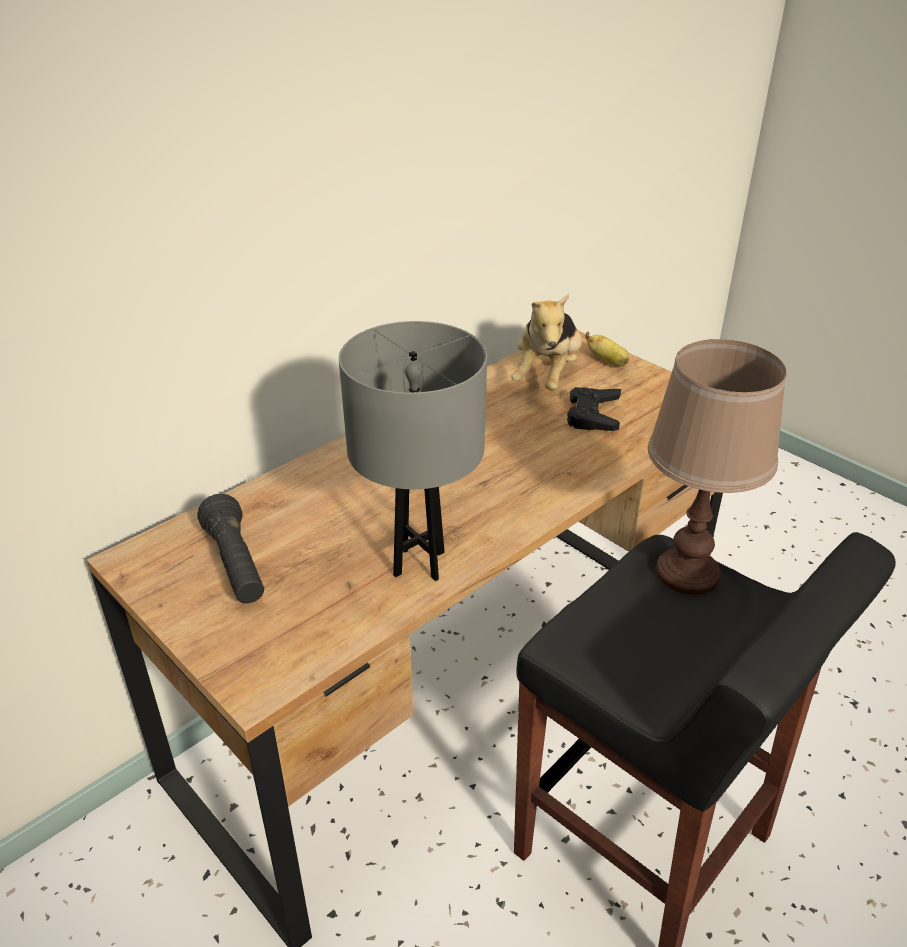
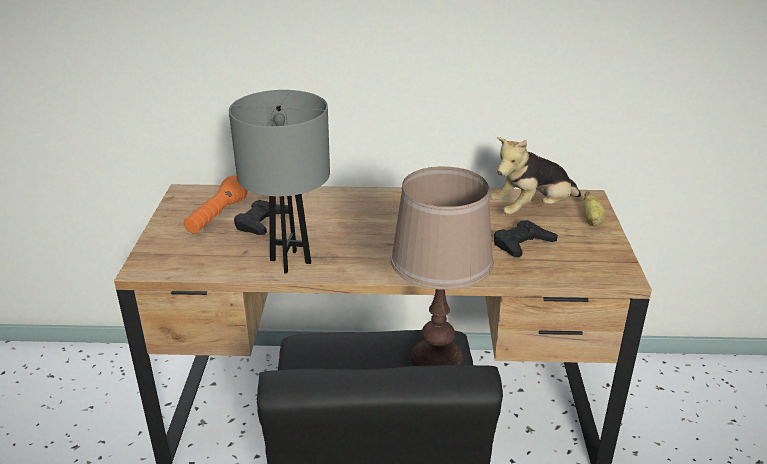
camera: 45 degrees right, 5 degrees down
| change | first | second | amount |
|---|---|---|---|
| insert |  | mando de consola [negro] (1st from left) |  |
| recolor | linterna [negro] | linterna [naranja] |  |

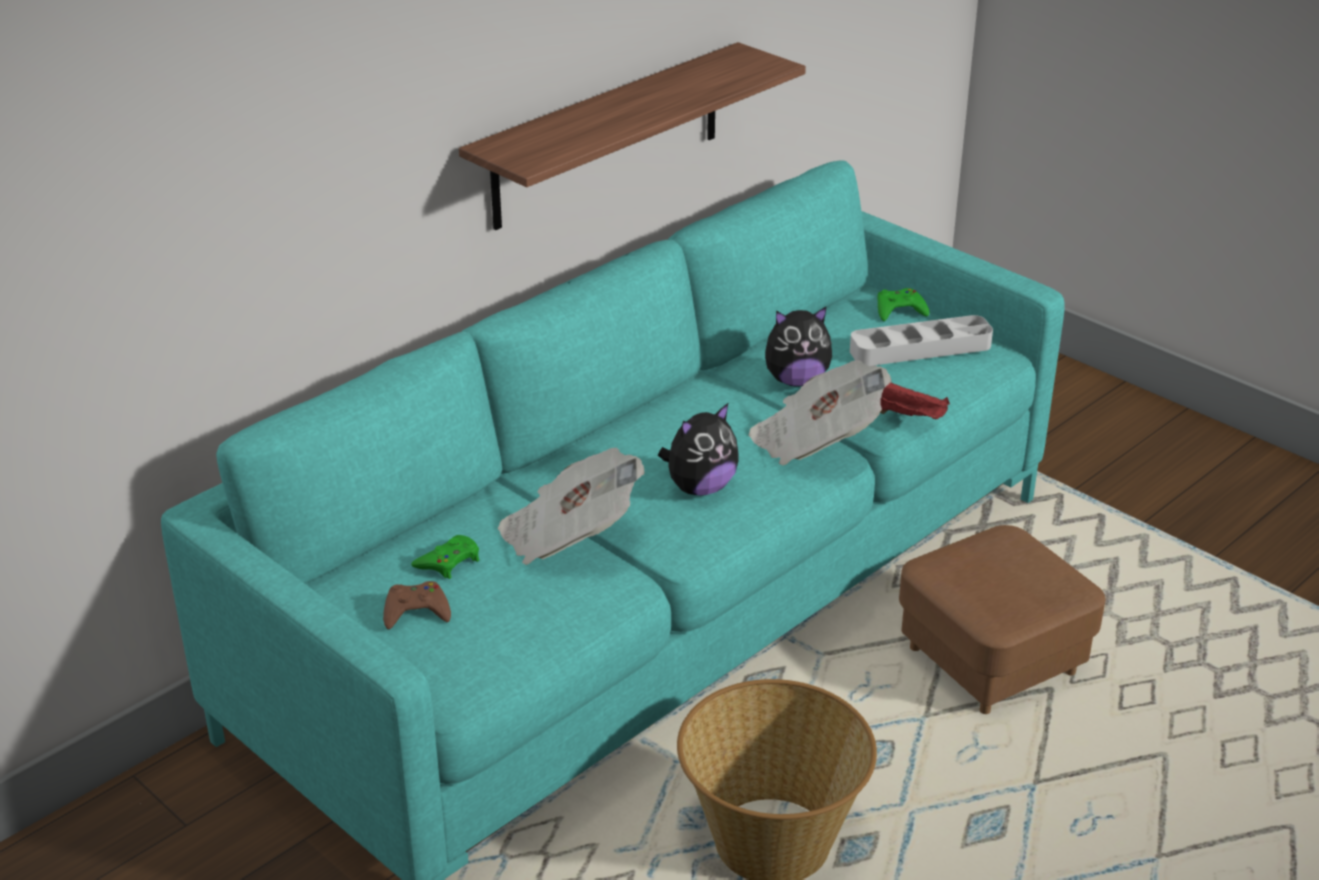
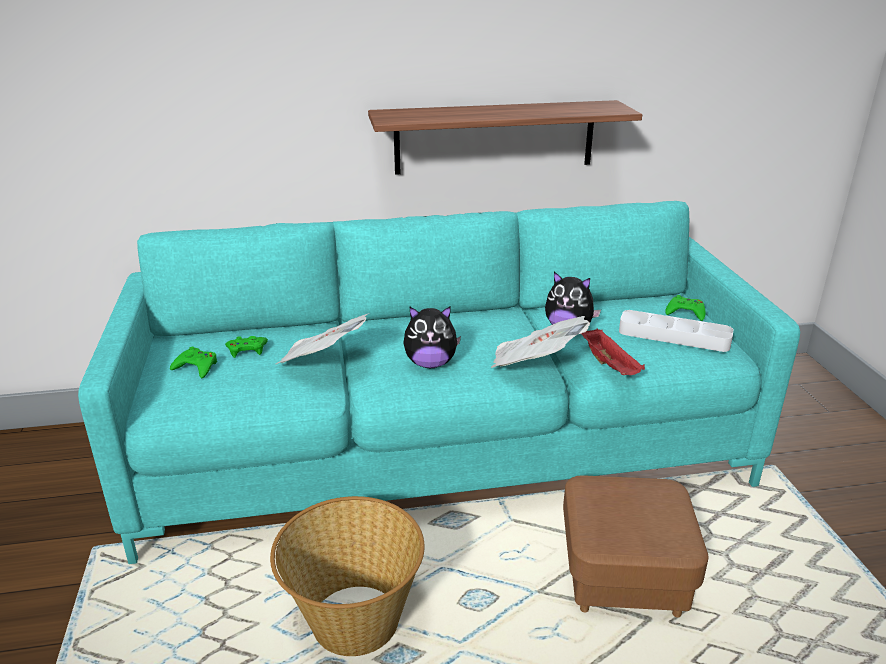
camera: 35 degrees right, 5 degrees down
| change | first | second | amount |
|---|---|---|---|
| recolor | mando de consola [marrón] | mando de consola [verde] (1st from left) |  |

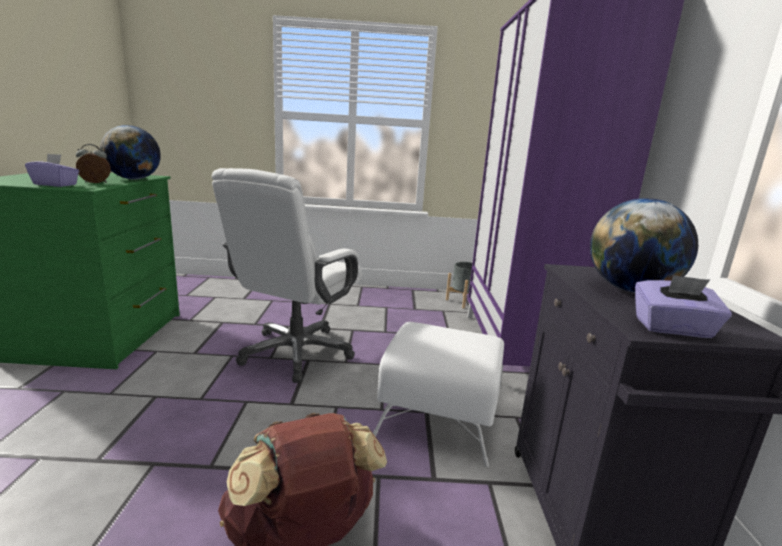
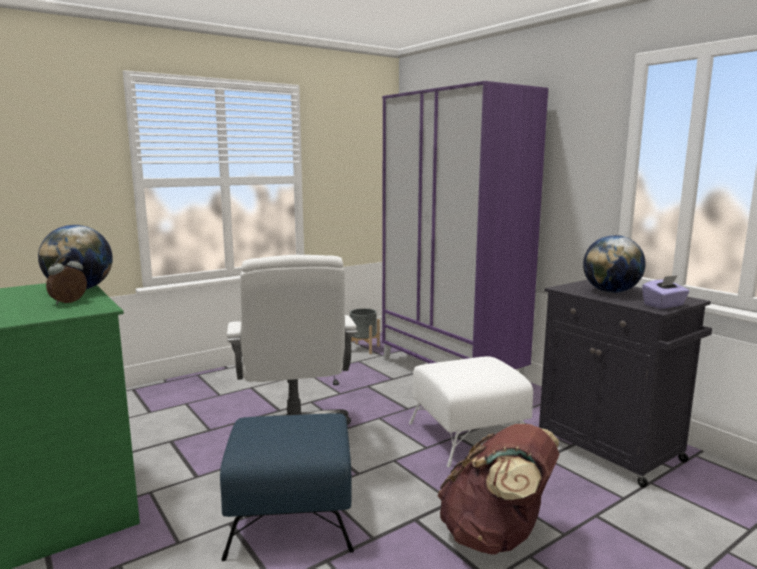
camera: 35 degrees left, 5 degrees down
| change | first | second | amount |
|---|---|---|---|
| delete | caja de pañuelos [morado] (1st from left) |  |  |
| insert |  | puf [azul] |  |

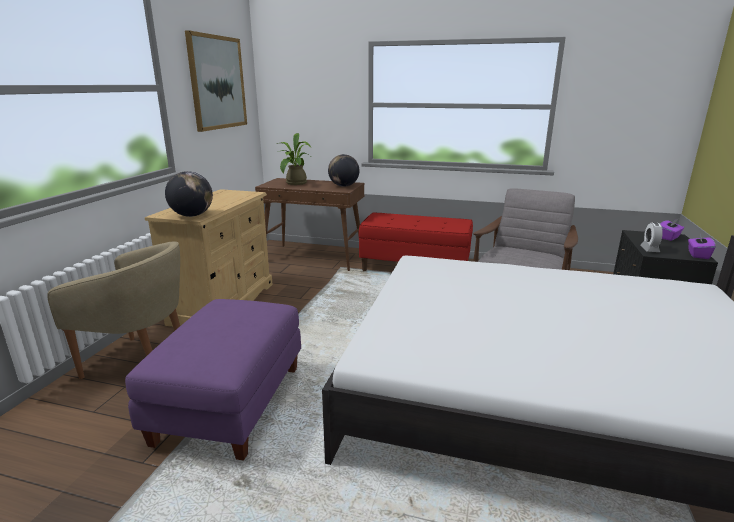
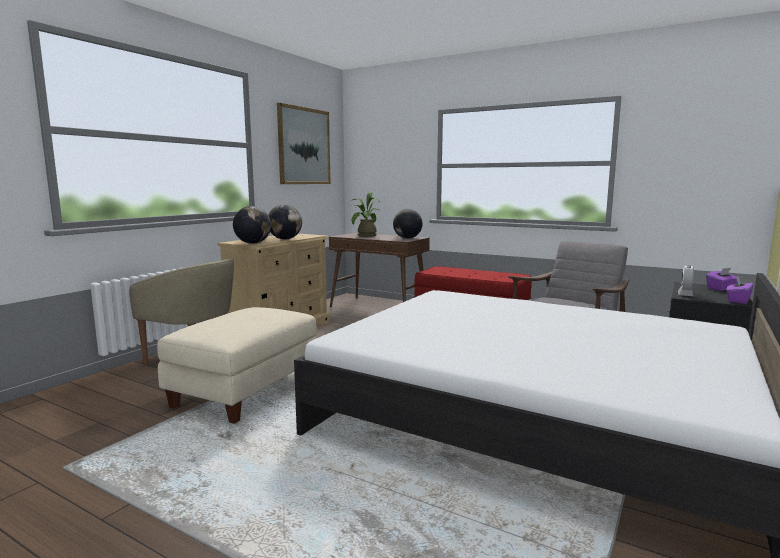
camera: 15 degrees right, 10 degrees down
| change | first | second | amount |
|---|---|---|---|
| insert |  | globo terráqueo (2nd from left) |  |
| recolor | puf [morado] | puf [beis] |  |

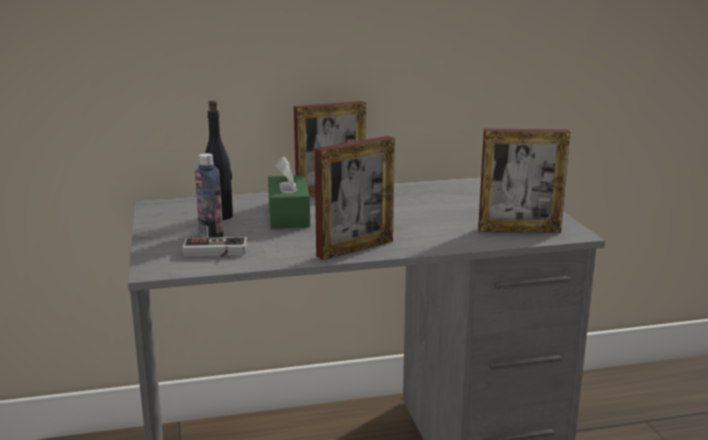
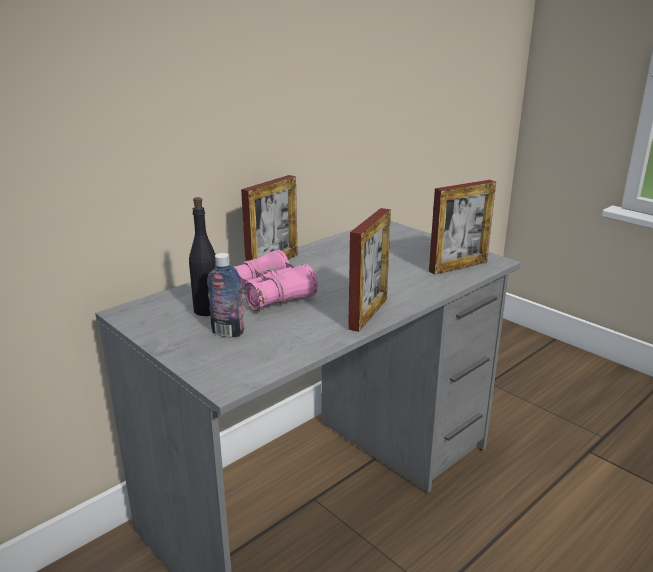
camera: 30 degrees left, 5 degrees up
| change | first | second | amount |
|---|---|---|---|
| delete | mando de consola |  |  |
| replace | caja de pañuelos [verde] | prismáticos [rosa] |  |

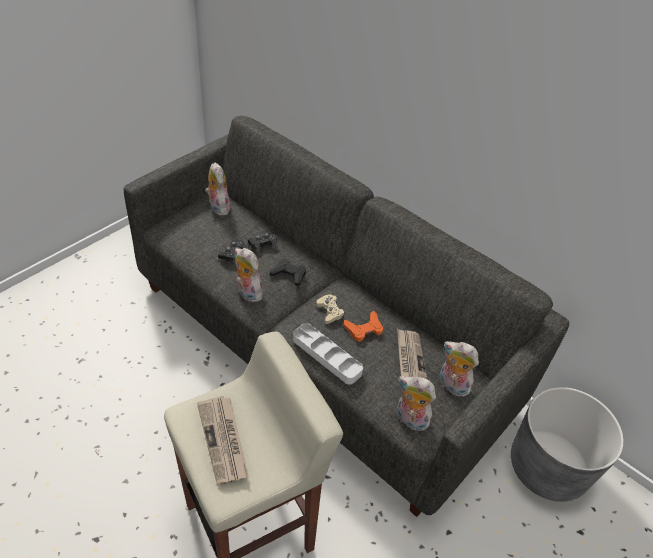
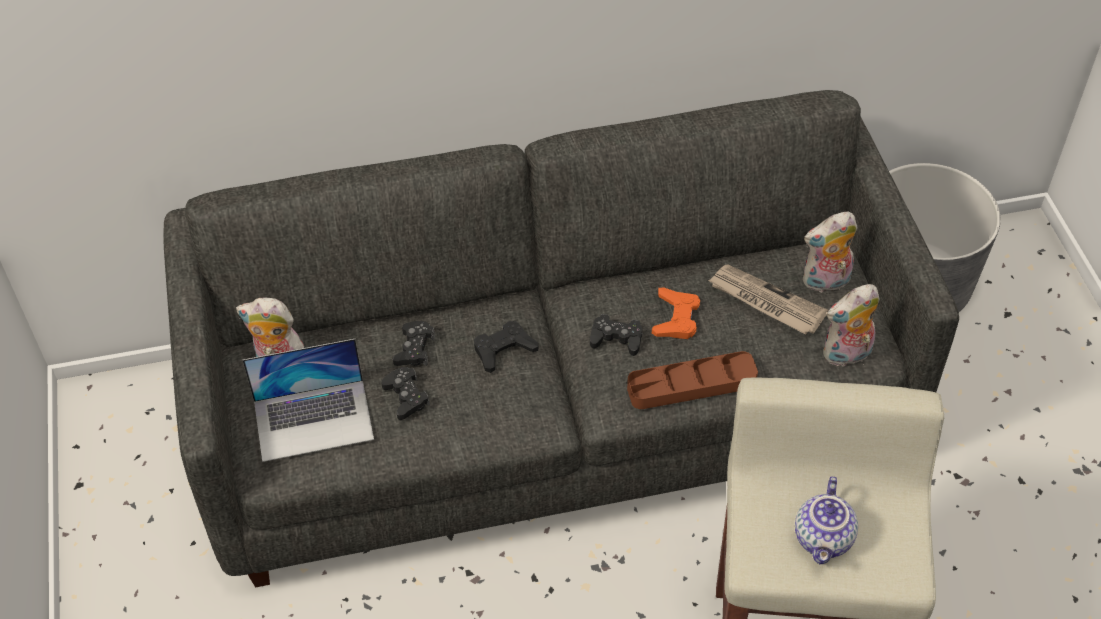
camera: 50 degrees left, 5 degrees up
| change | first | second | amount |
|---|---|---|---|
| delete | peluche (2nd from left) |  |  |
| insert |  | portátil |  |
| replace | periódico (1st from left) | tetera |  |
| recolor | bandeja [gris] | bandeja [marrón] |  |
| recolor | mando de consola [beis] | mando de consola [negro] (4th from left) |  |

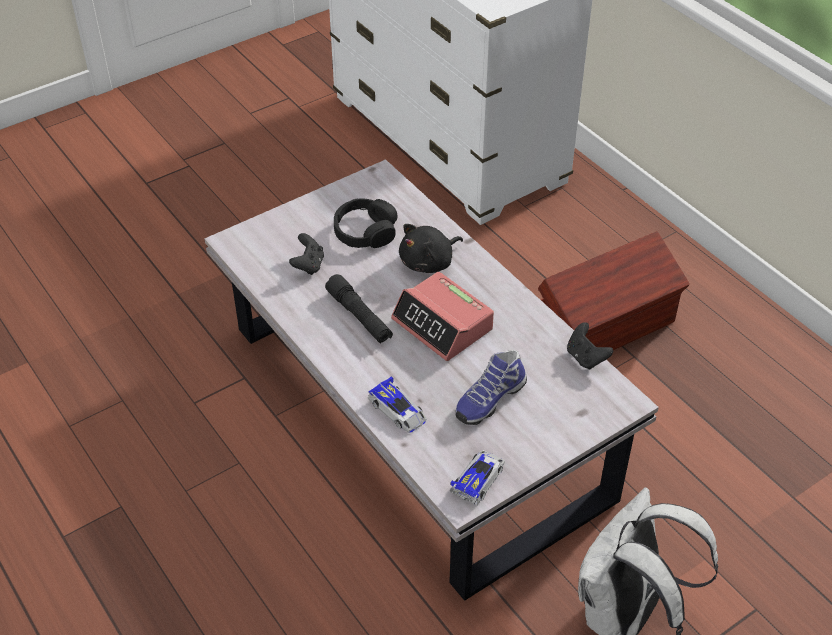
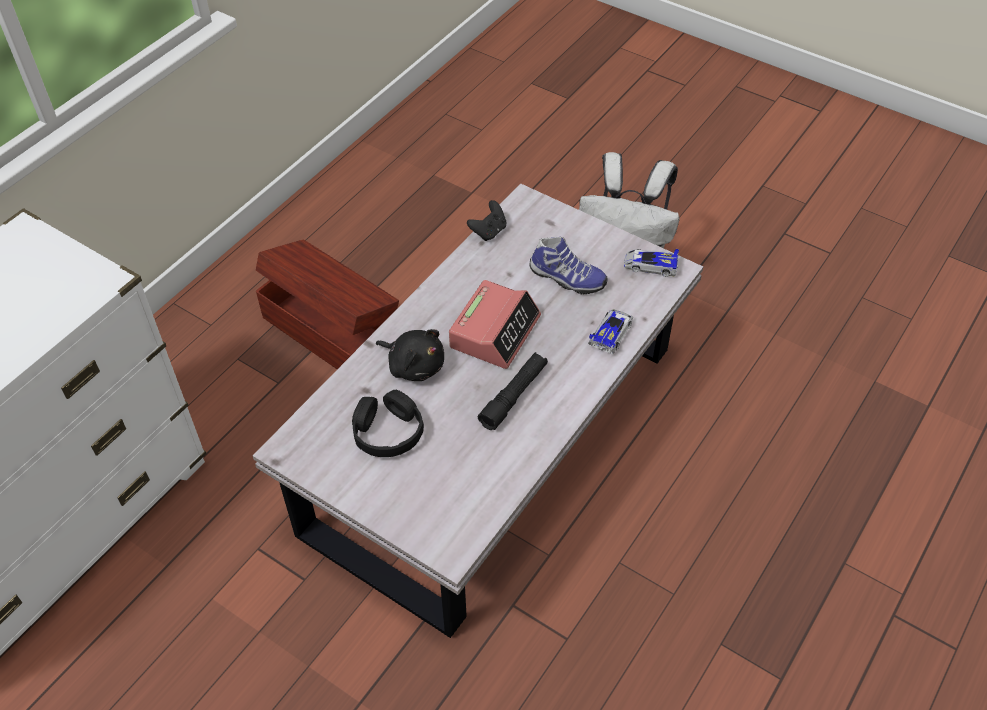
camera: 110 degrees left, 5 degrees up
| change | first | second | amount |
|---|---|---|---|
| delete | mando de consola [negro] (1st from left) |  |  |

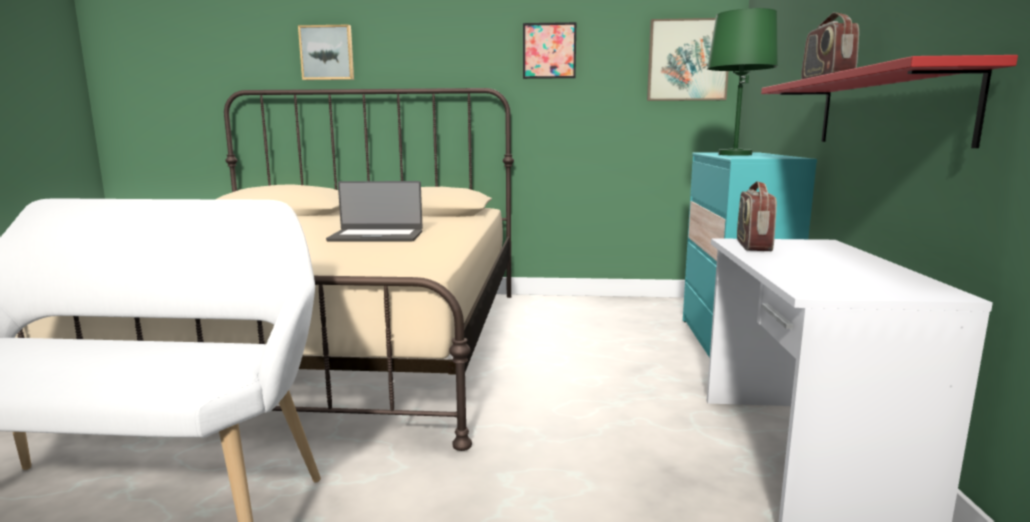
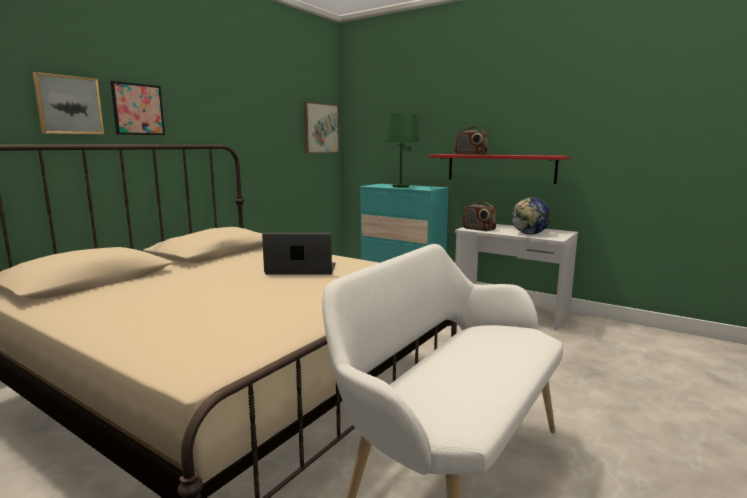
camera: 60 degrees left, 0 degrees up
| change | first | second | amount |
|---|---|---|---|
| insert |  | globo terráqueo |  |
| move | cuadro (2nd from left) |  |  |
| rotate | portátil |  | 120 degrees counterclockwise |

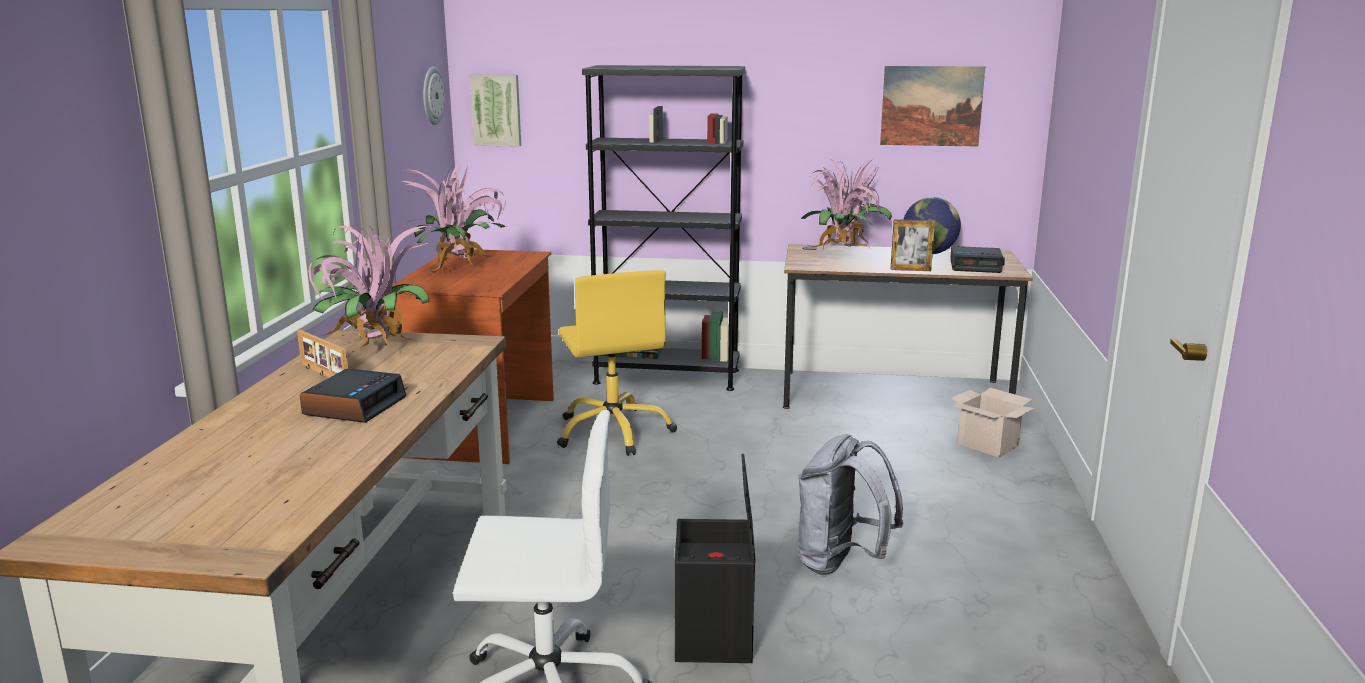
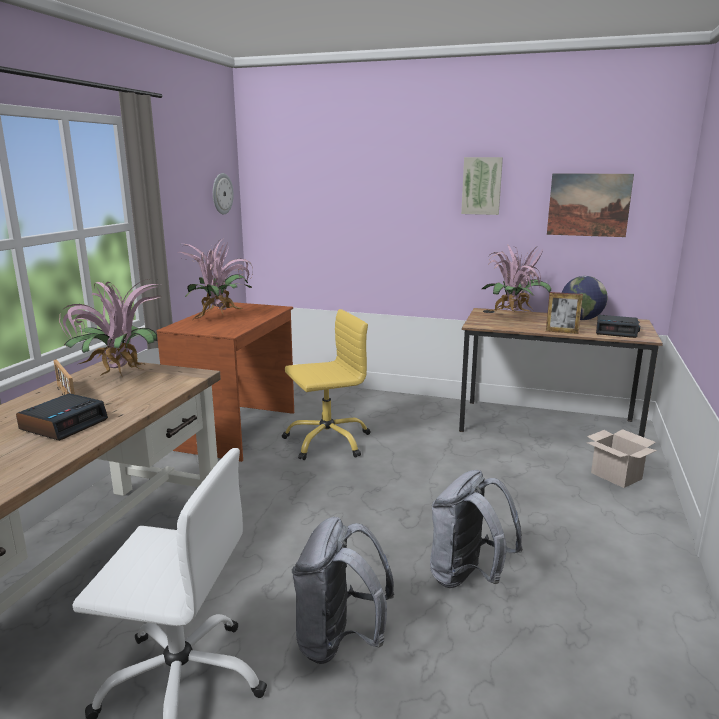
camera: 10 degrees right, 0 degrees up
| change | first | second | amount |
|---|---|---|---|
| delete | estantería [negro] |  |  |
| move | cuadro (1st from left) |  |  |
| replace | caja de almacenaje [negro] | mochila [gris] (1st from left) |  |
| rotate | silla de oficina [amarillo] |  | 105 degrees counterclockwise |

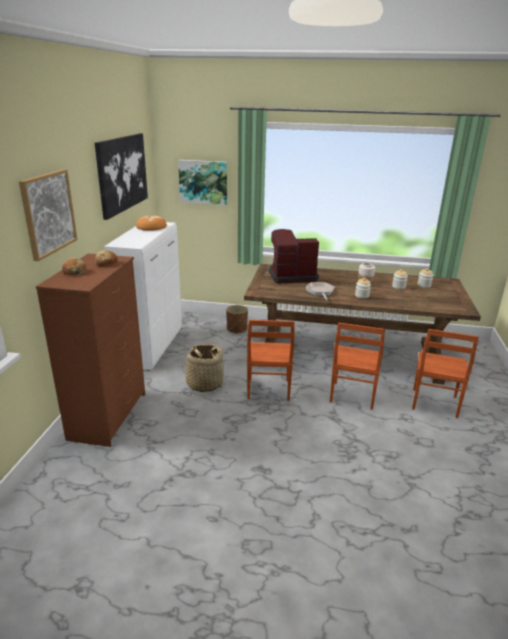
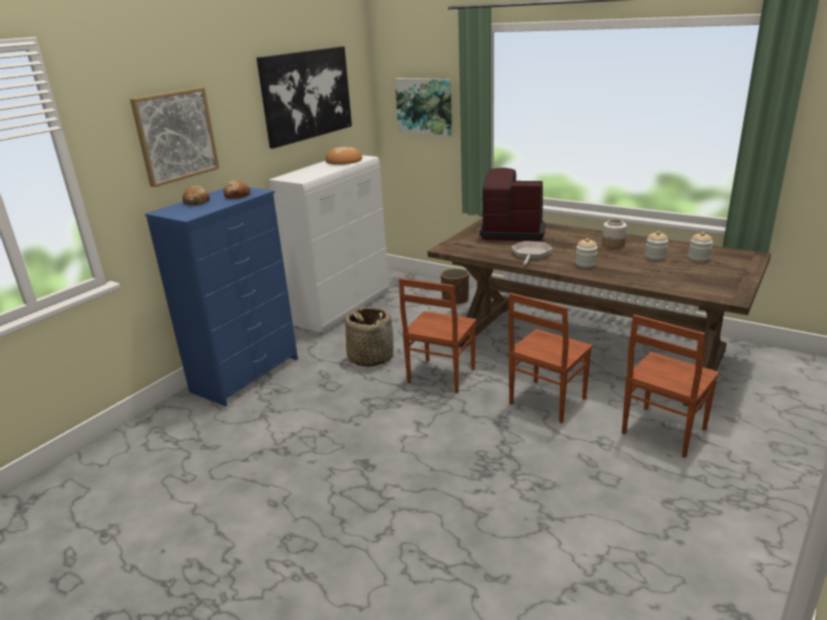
camera: 25 degrees right, 0 degrees up
| change | first | second | amount |
|---|---|---|---|
| recolor | cómoda [marrón] | cómoda [azul] |  |

